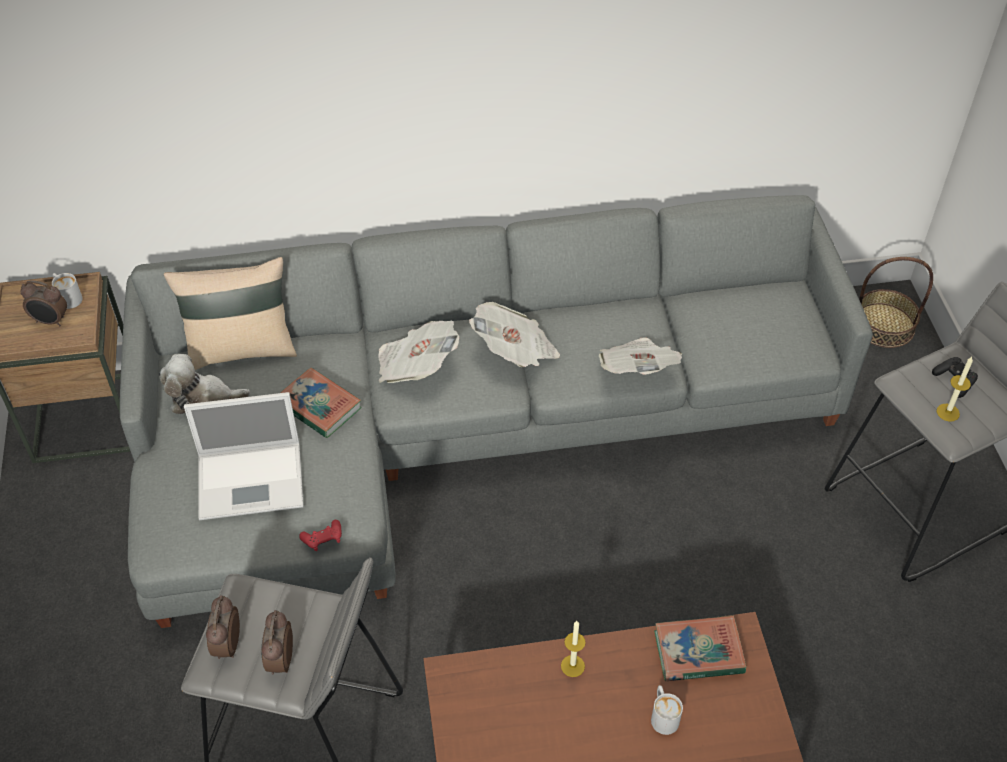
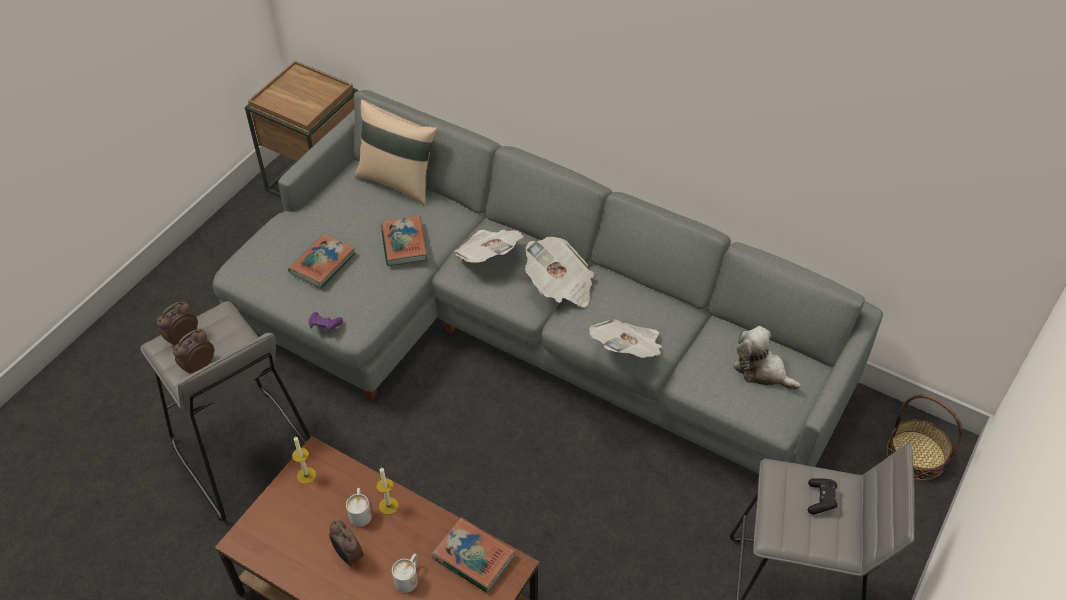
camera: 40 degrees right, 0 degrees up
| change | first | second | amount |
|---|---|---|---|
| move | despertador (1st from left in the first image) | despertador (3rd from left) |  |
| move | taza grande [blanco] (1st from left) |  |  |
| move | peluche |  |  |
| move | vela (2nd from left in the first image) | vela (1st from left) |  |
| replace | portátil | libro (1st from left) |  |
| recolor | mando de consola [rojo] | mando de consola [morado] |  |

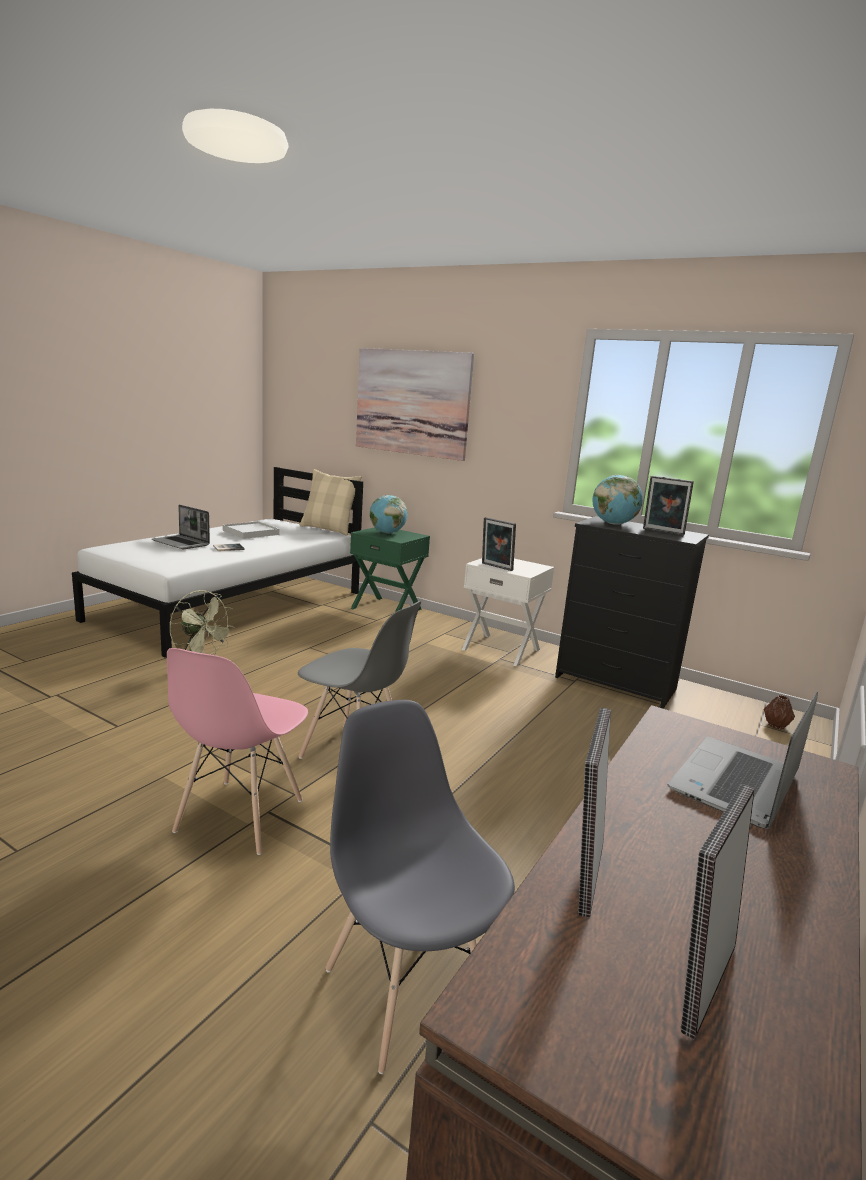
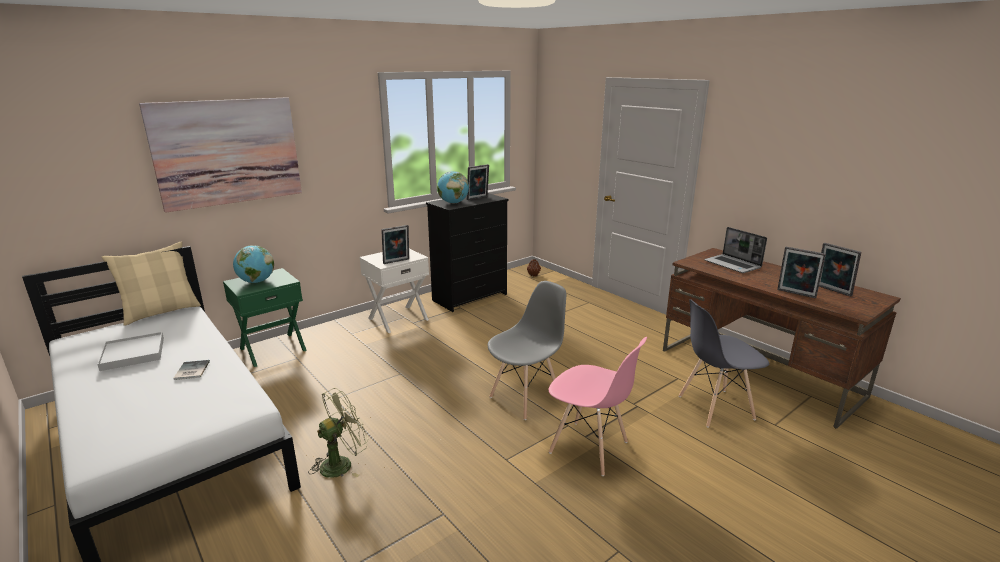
camera: 70 degrees left, 5 degrees up
| change | first | second | amount |
|---|---|---|---|
| delete | portátil (1st from left) |  |  |

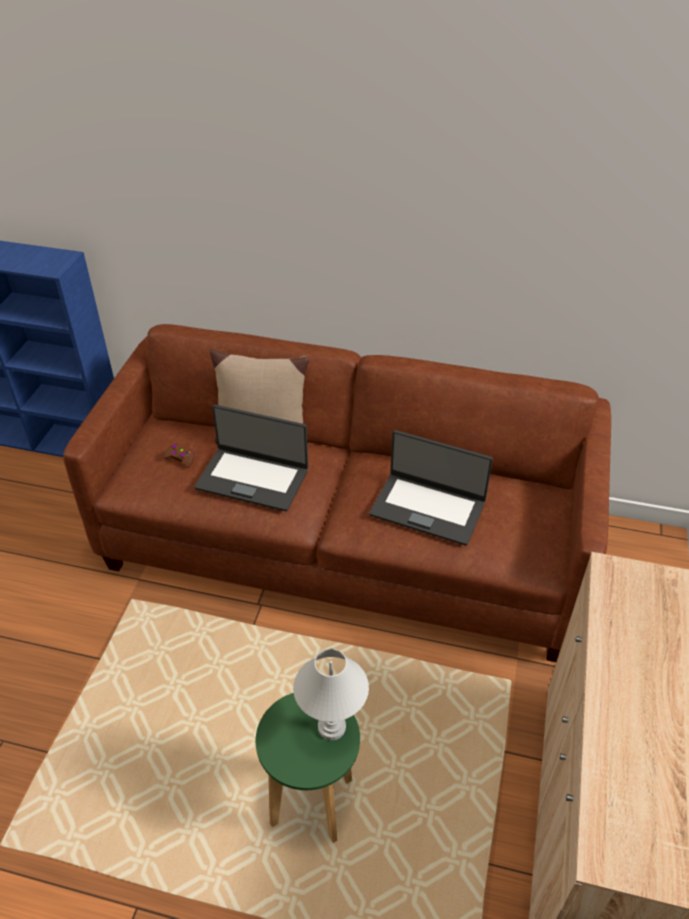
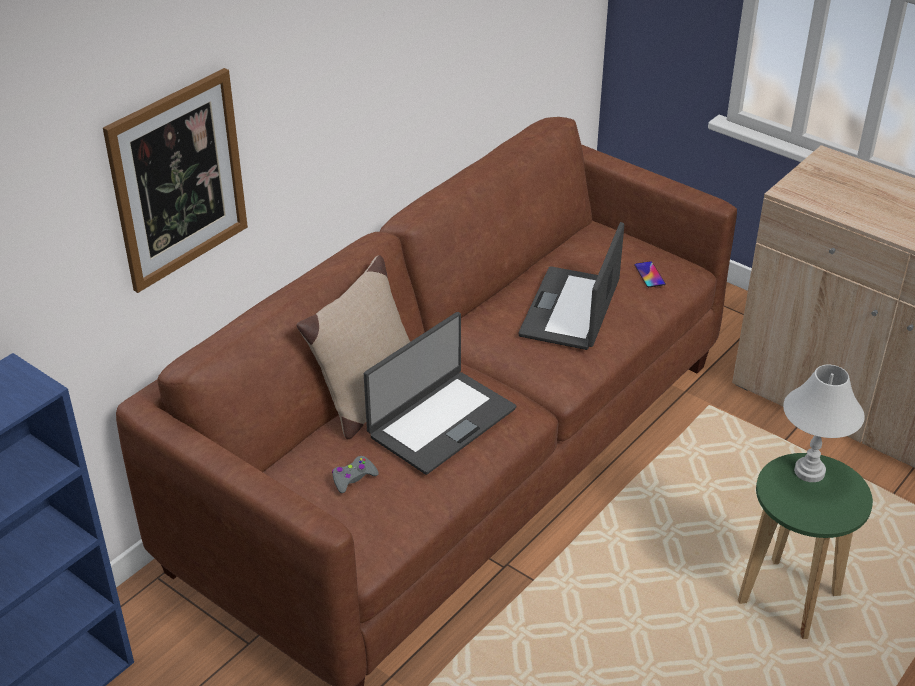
camera: 65 degrees left, 5 degrees down
| change | first | second | amount |
|---|---|---|---|
| insert |  | cuadro |  |
| insert |  | móvil |  |
| recolor | mando de consola [marrón] | mando de consola [gris] |  |
| rotate | portátil (2nd from left) |  | 150 degrees clockwise |

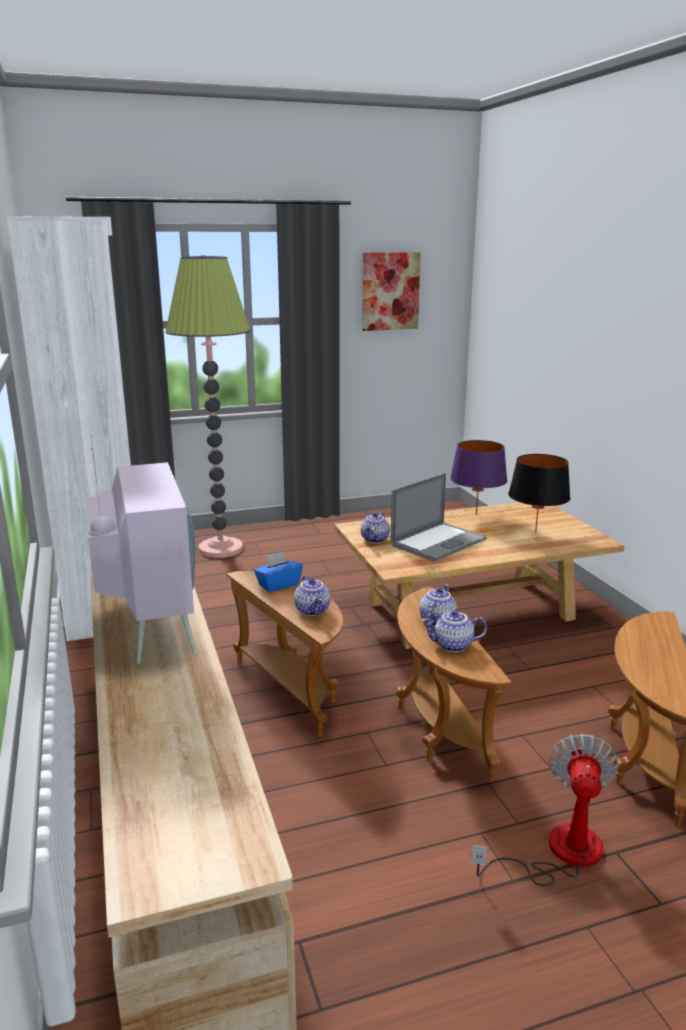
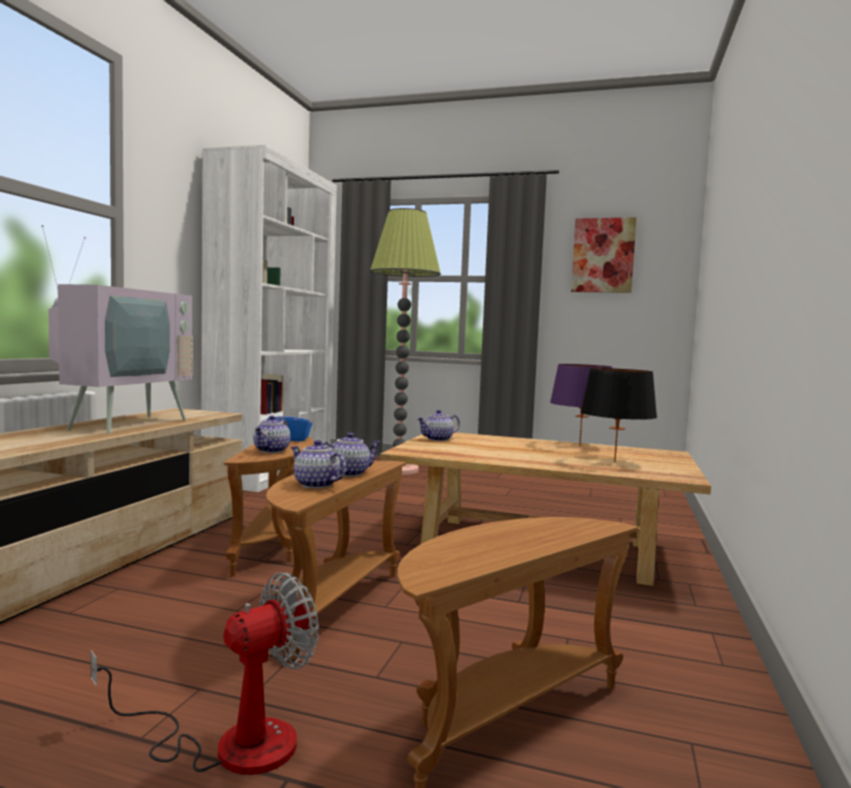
camera: 35 degrees right, 15 degrees down
| change | first | second | amount |
|---|---|---|---|
| delete | portátil |  |  |

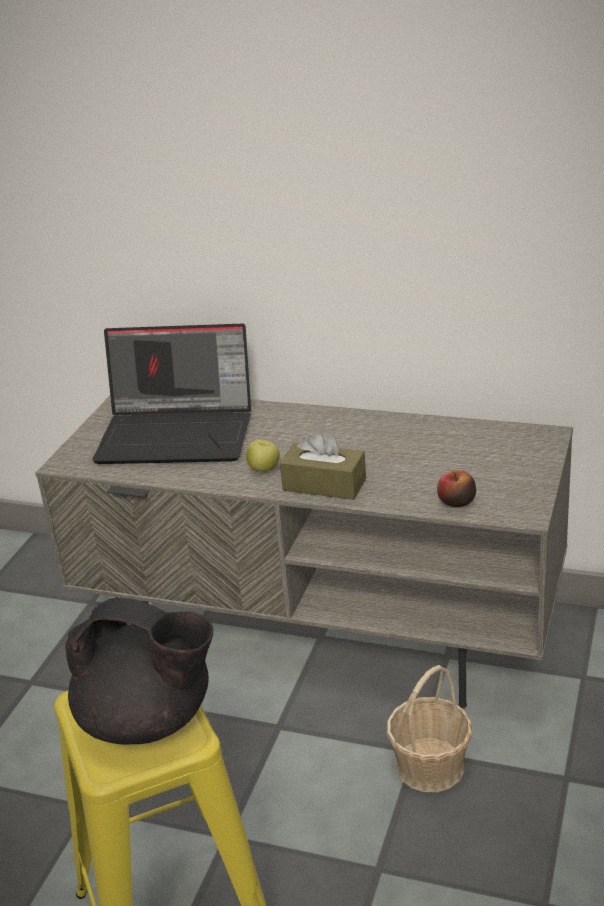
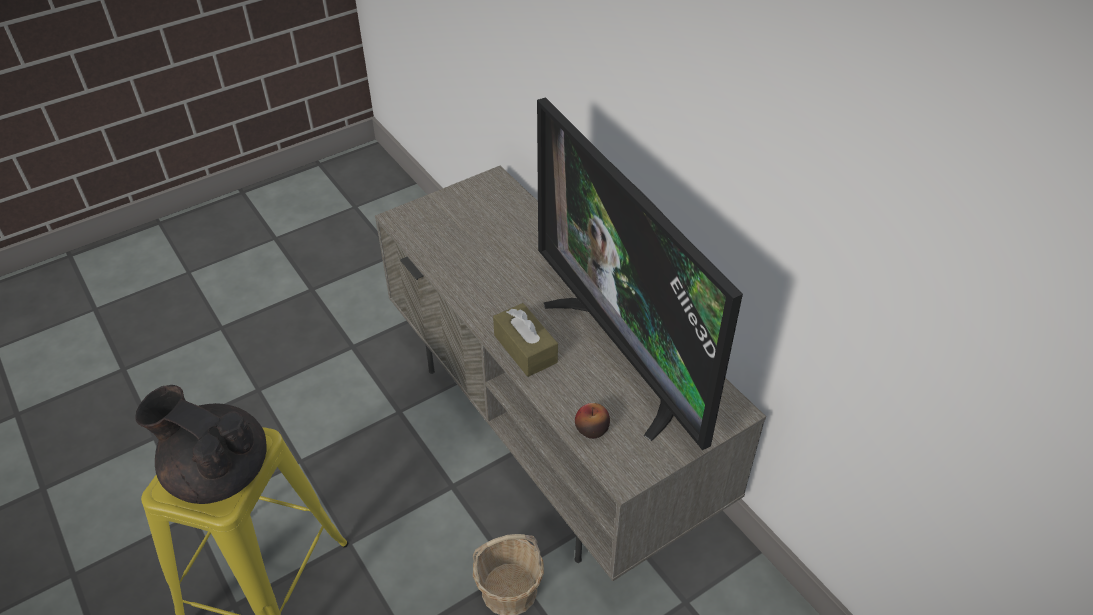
camera: 35 degrees right, 15 degrees up
| change | first | second | amount |
|---|---|---|---|
| delete | portátil |  |  |
| delete | manzana (1st from left) |  |  |
| insert |  | televisor |  |
| rotate | tetera [negro] |  | 150 degrees clockwise |

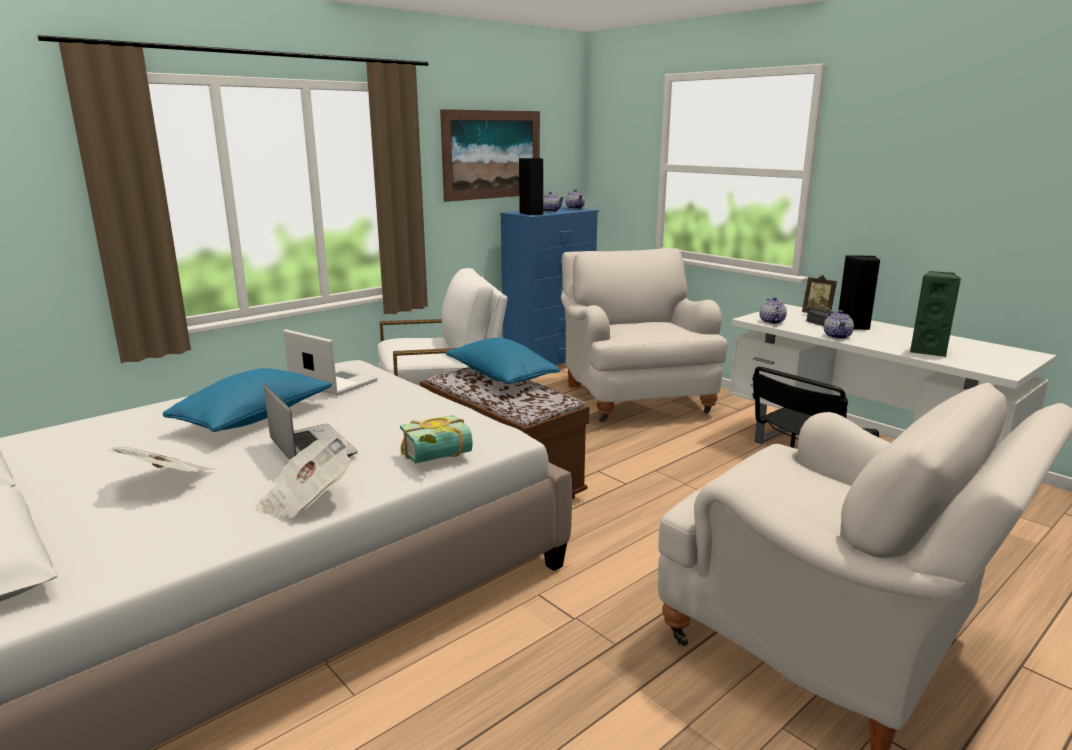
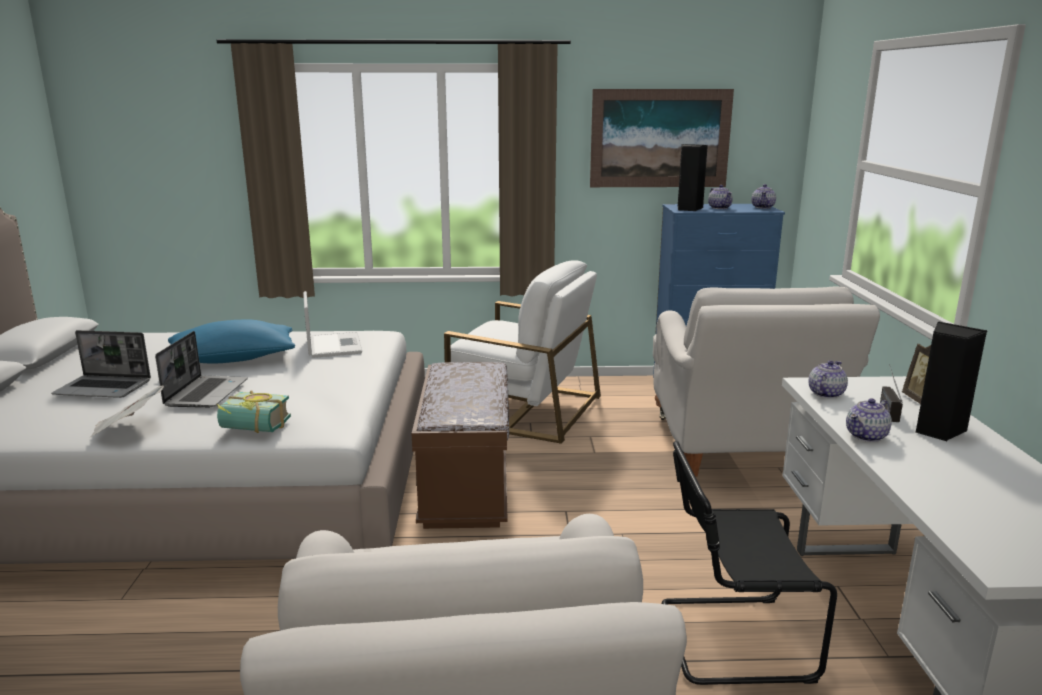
camera: 40 degrees right, 0 degrees up
| change | first | second | amount |
|---|---|---|---|
| delete | cojín [azul] (2nd from left) |  |  |
| delete | altavoz [verde] |  |  |
| replace | periódico (1st from left) | portátil (1st from left) |  |
| rotate | sillón [blanco] (2nd from left in the first image) | sillón [blanco] (3rd from left) | 150 degrees clockwise |

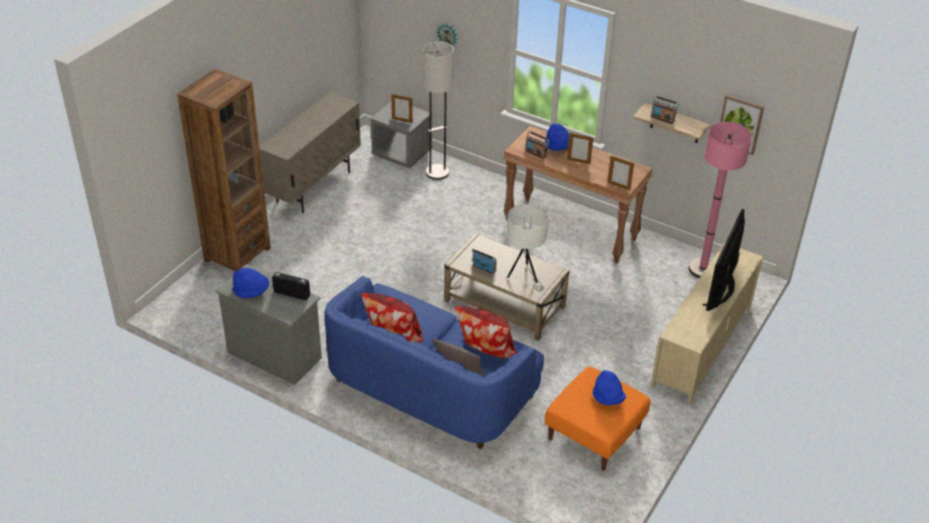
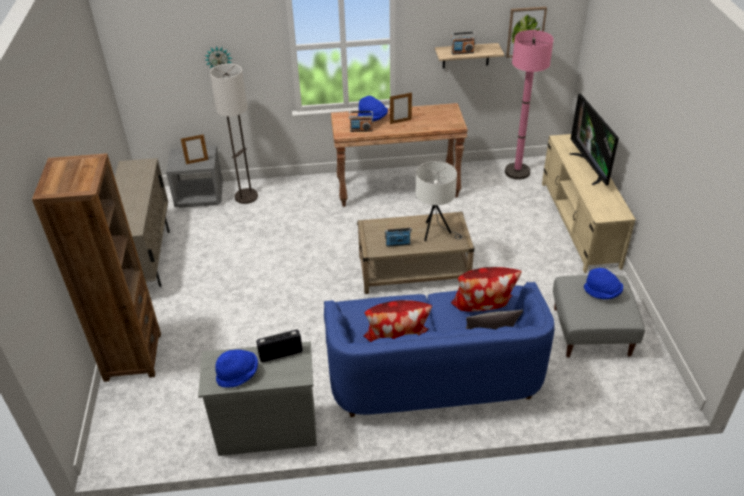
camera: 35 degrees left, 0 degrees up
| change | first | second | amount |
|---|---|---|---|
| delete | portarretratos (3rd from left) |  |  |
| recolor | puf [naranja] | puf [gris] |  |

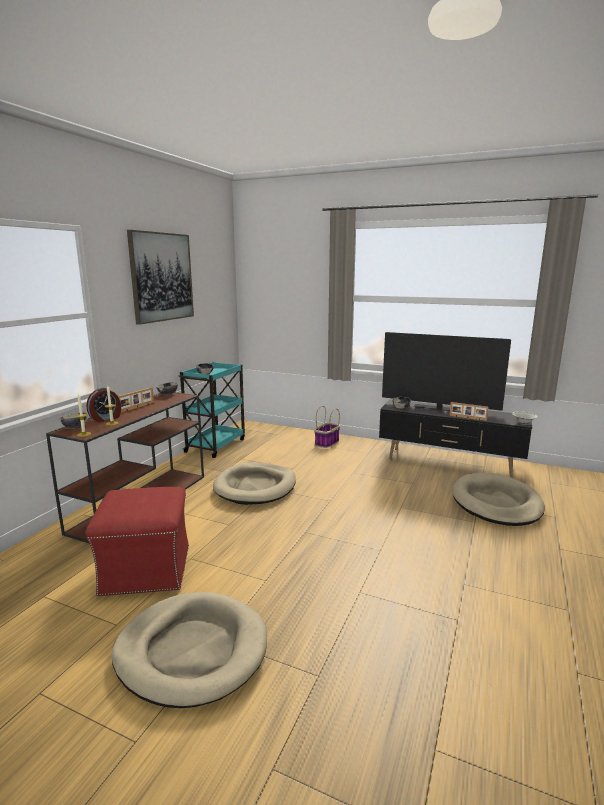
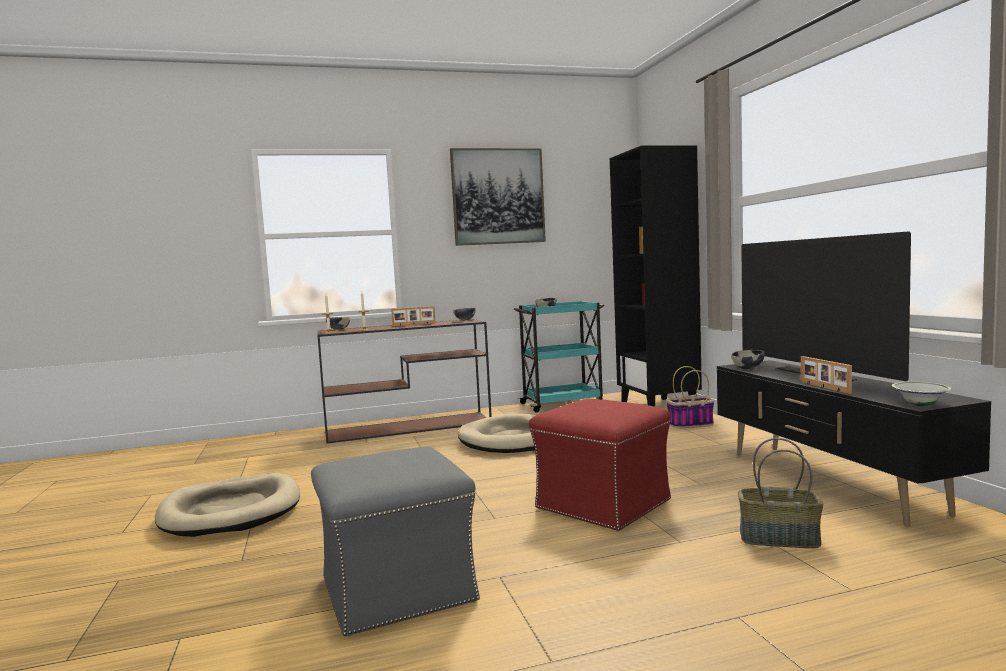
camera: 50 degrees right, 10 degrees down
| change | first | second | amount |
|---|---|---|---|
| delete | despertador |  |  |
| insert |  | puf [gris] |  |
| insert |  | estantería [negro] |  |
| move | puf [rojo] |  |  |
| replace | cama para perro [beis] (3rd from left) | cesta (2nd from left) |  |

